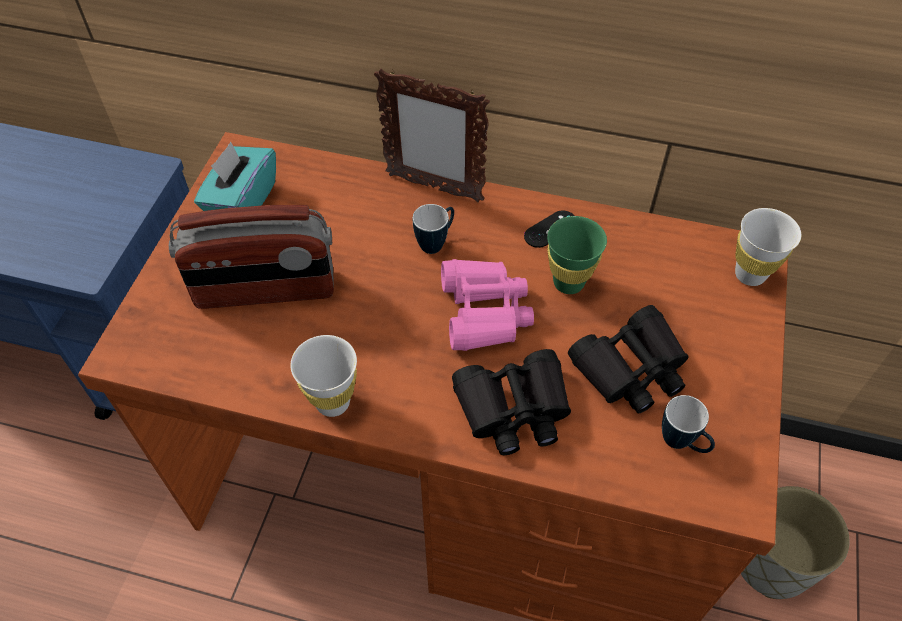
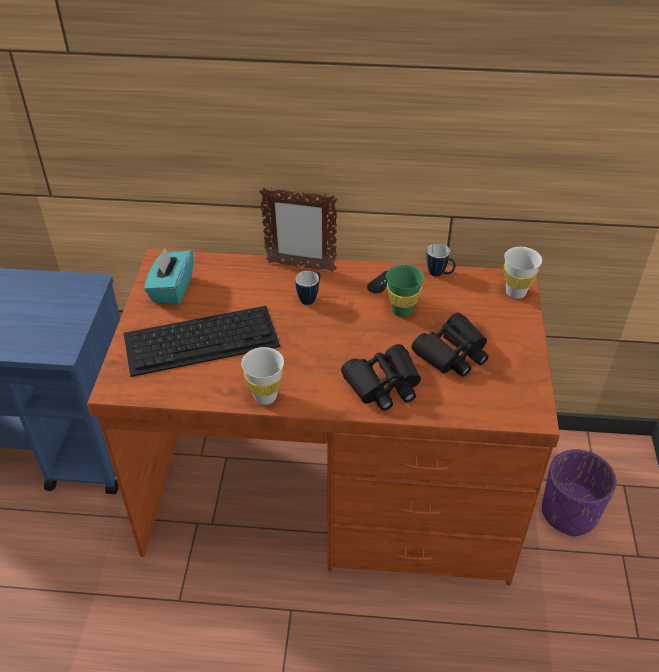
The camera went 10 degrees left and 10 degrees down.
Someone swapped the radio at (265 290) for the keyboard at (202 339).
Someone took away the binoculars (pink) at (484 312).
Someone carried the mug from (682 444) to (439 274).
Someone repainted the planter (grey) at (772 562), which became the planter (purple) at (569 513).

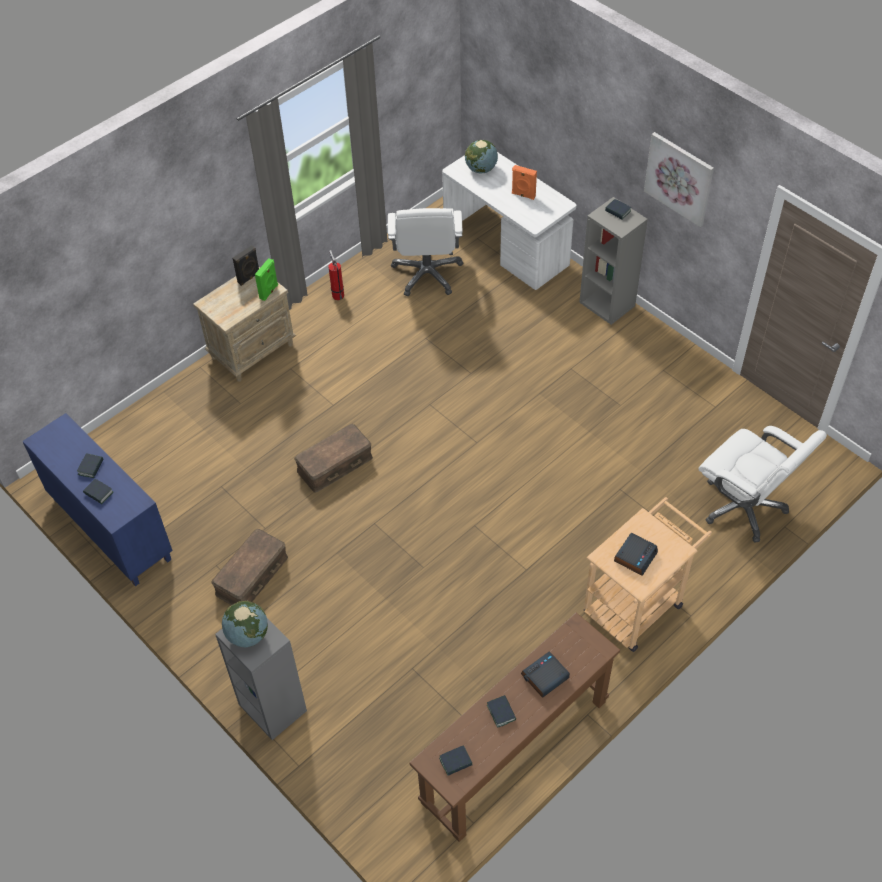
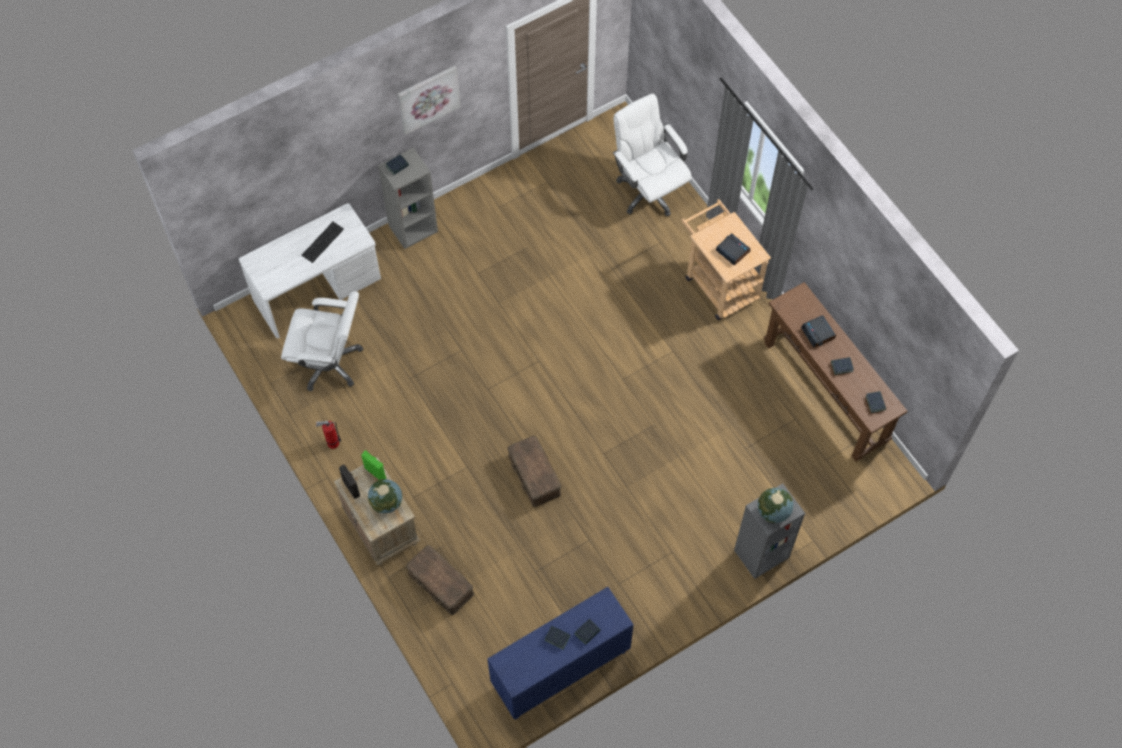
The camera went 80 degrees left and 10 degrees up.
Someone carried the storage box (brown) from (252 576) to (441 583).
Someone carried the globe from (481 169) to (386 503).
Someone swapped the speaker (orange) at (523 195) for the keyboard at (322 241).
Someone rotated the office chair (white) at (744 507) by 90 degrees counterclockwise.

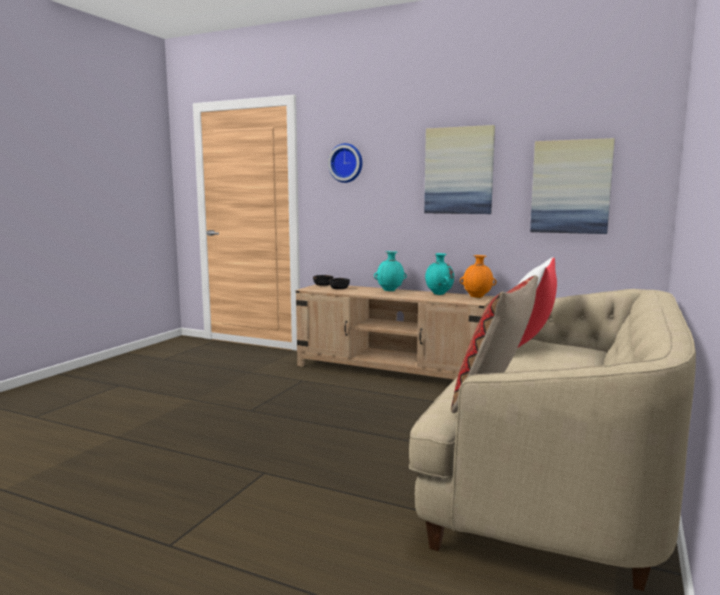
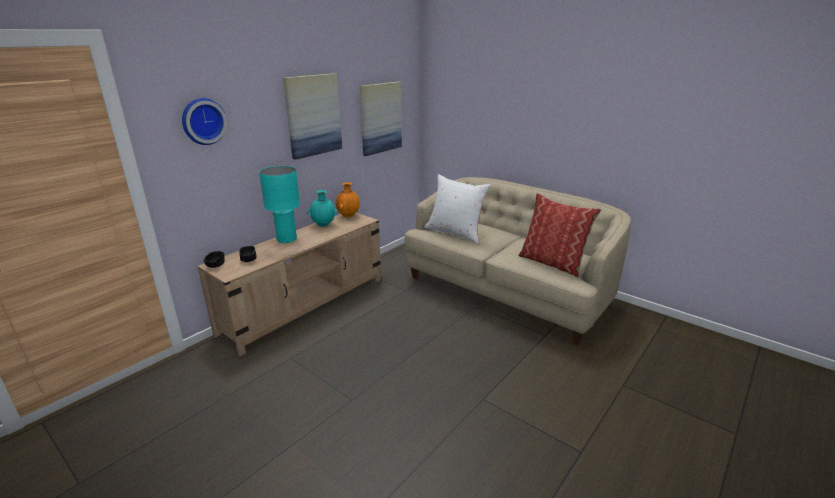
The camera went 75 degrees left and 15 degrees up.
Someone swapped the vase (turquoise) at (390 290) for the table lamp (turquoise) at (286 239).

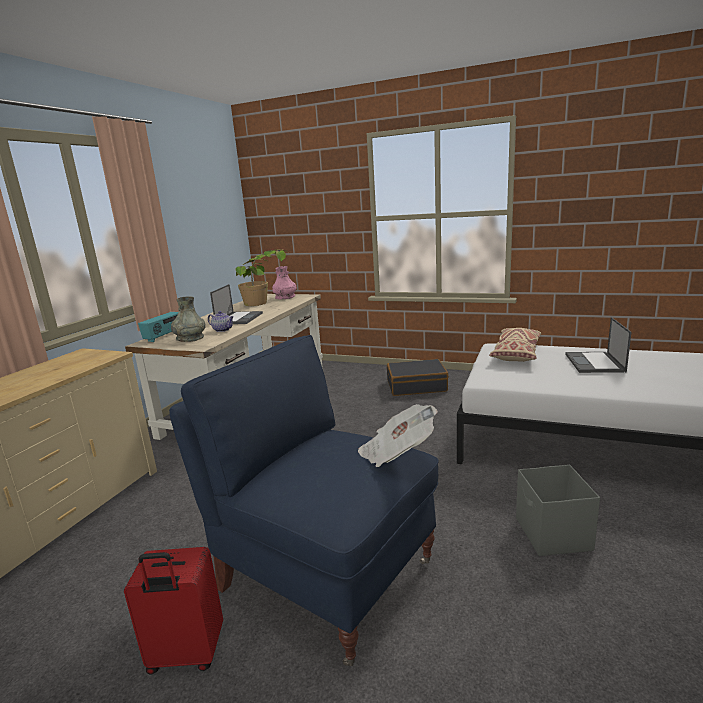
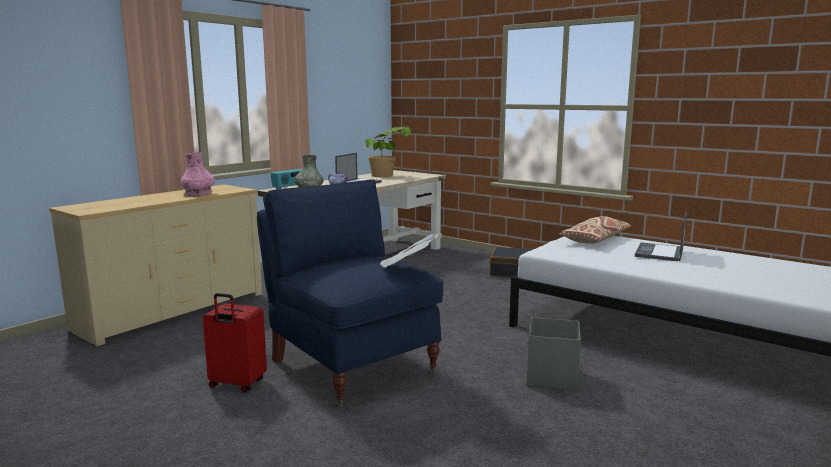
The camera went 15 degrees right and 5 degrees down.
Someone carried the vase (pink) from (285 297) to (198 193).

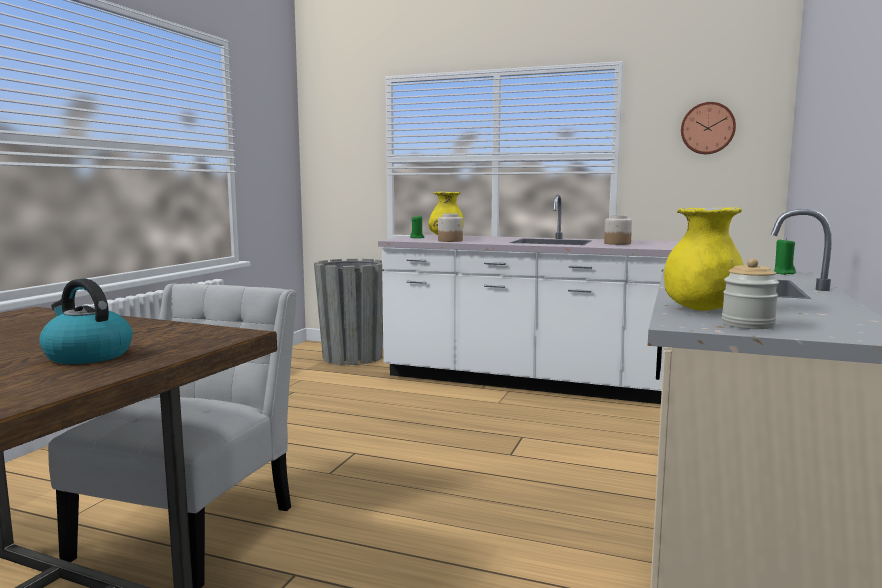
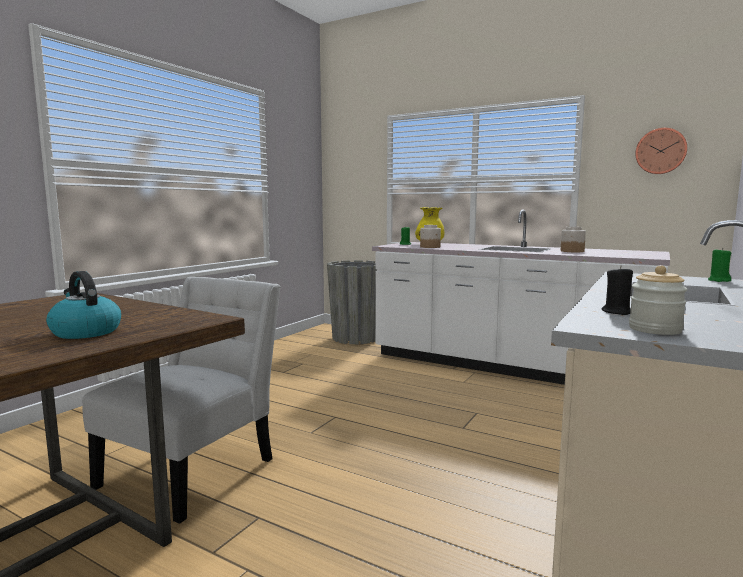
The camera went 10 degrees right and 0 degrees up.
Someone swapped the vase (yellow) at (702 309) for the candle (black) at (617 312).

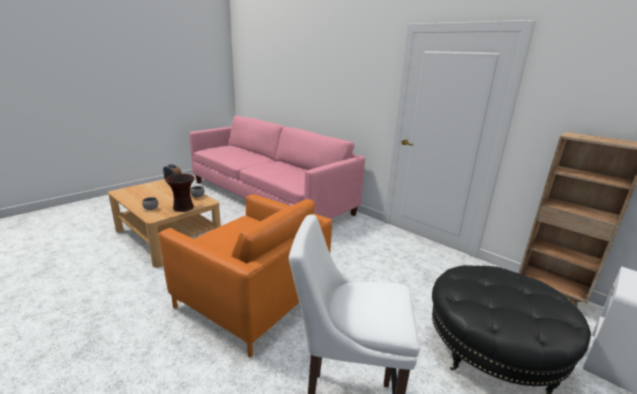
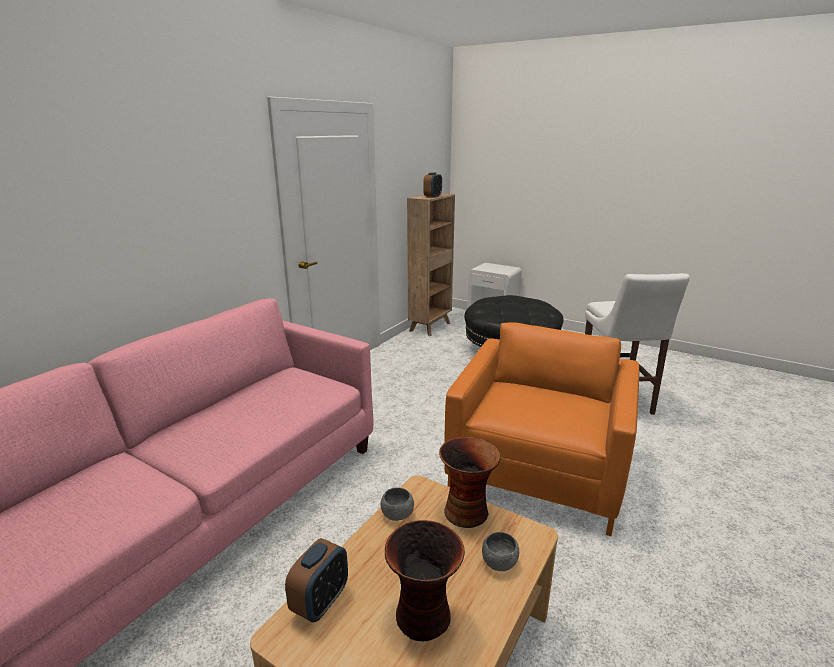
The camera went 100 degrees left and 0 degrees up.
Someone put down the vase at (424 617).
Someone put down the alarm clock at (432 196).

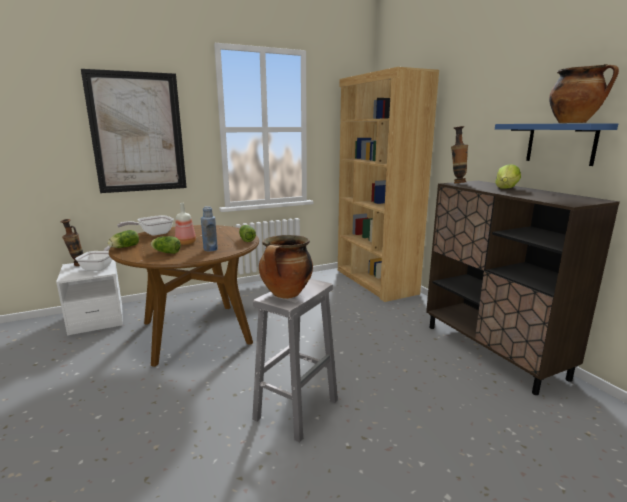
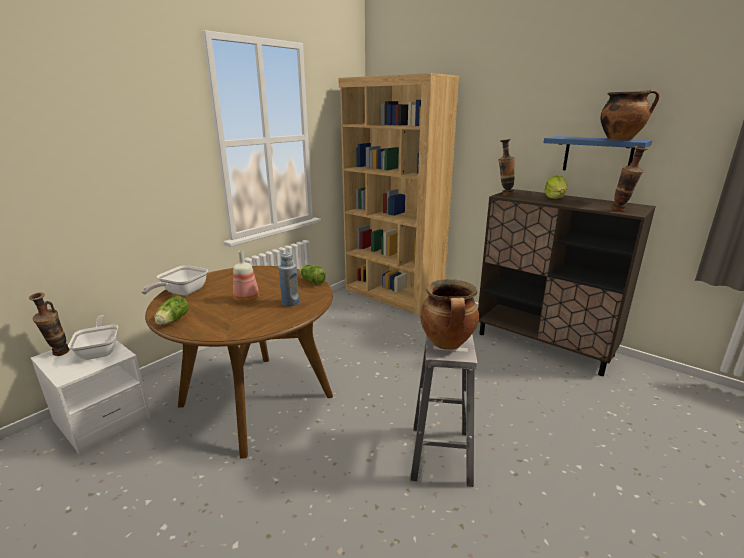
The camera went 25 degrees left and 5 degrees up.
Someone took away the picture at (138 133).
Someone took away the lettuce at (165 252).
Someone put down the vase at (621 211).

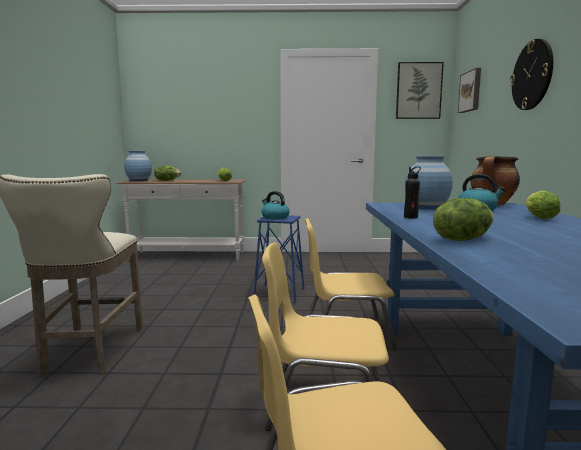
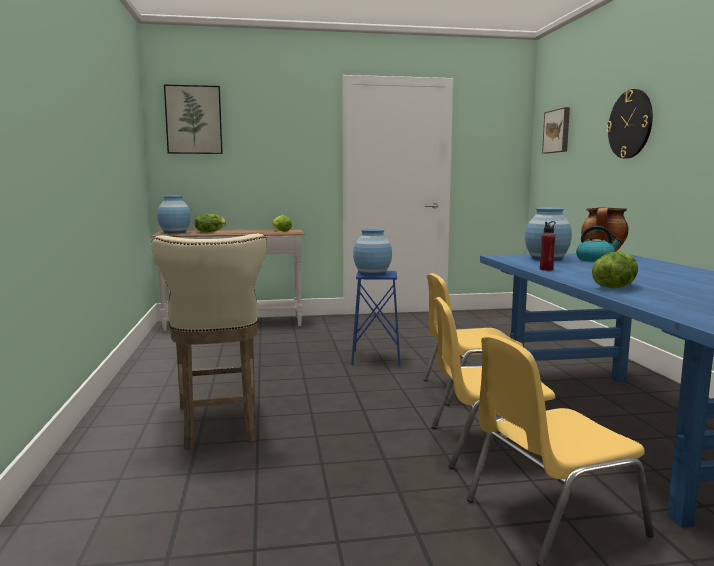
The camera went 10 degrees left and 0 degrees up.
Someone swapped the kettle at (275 217) for the vase (blue) at (372 273).
Someone carried the picture from (418 91) to (194 120).
Someone repainted the bottle (black) at (411 217), which became the bottle (red) at (546 269).
Someone took away the lettuce at (538 217).

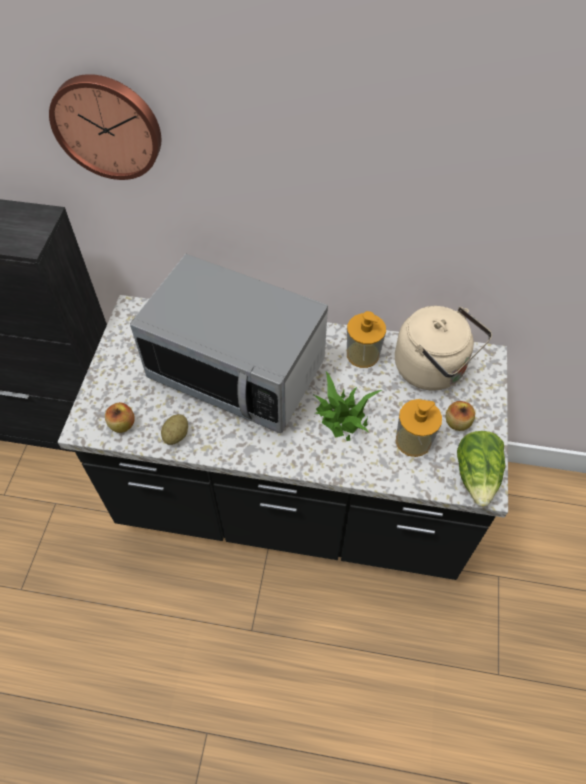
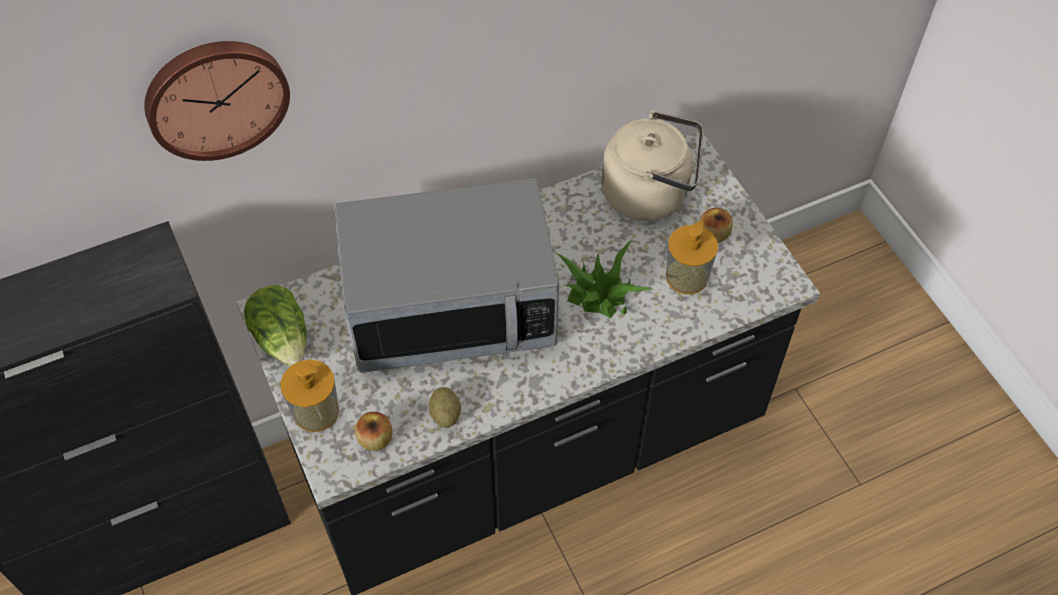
The camera went 35 degrees left and 0 degrees up.
Someone carried the soap dispenser from (362 354) to (316 411).
Someone carried the lettuce from (477 475) to (283 339).

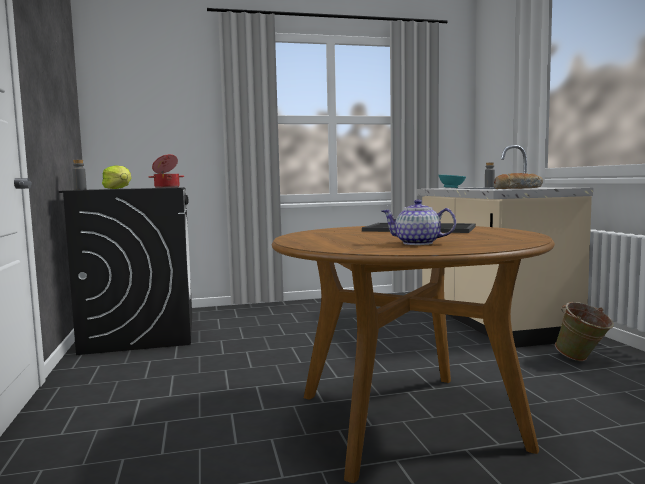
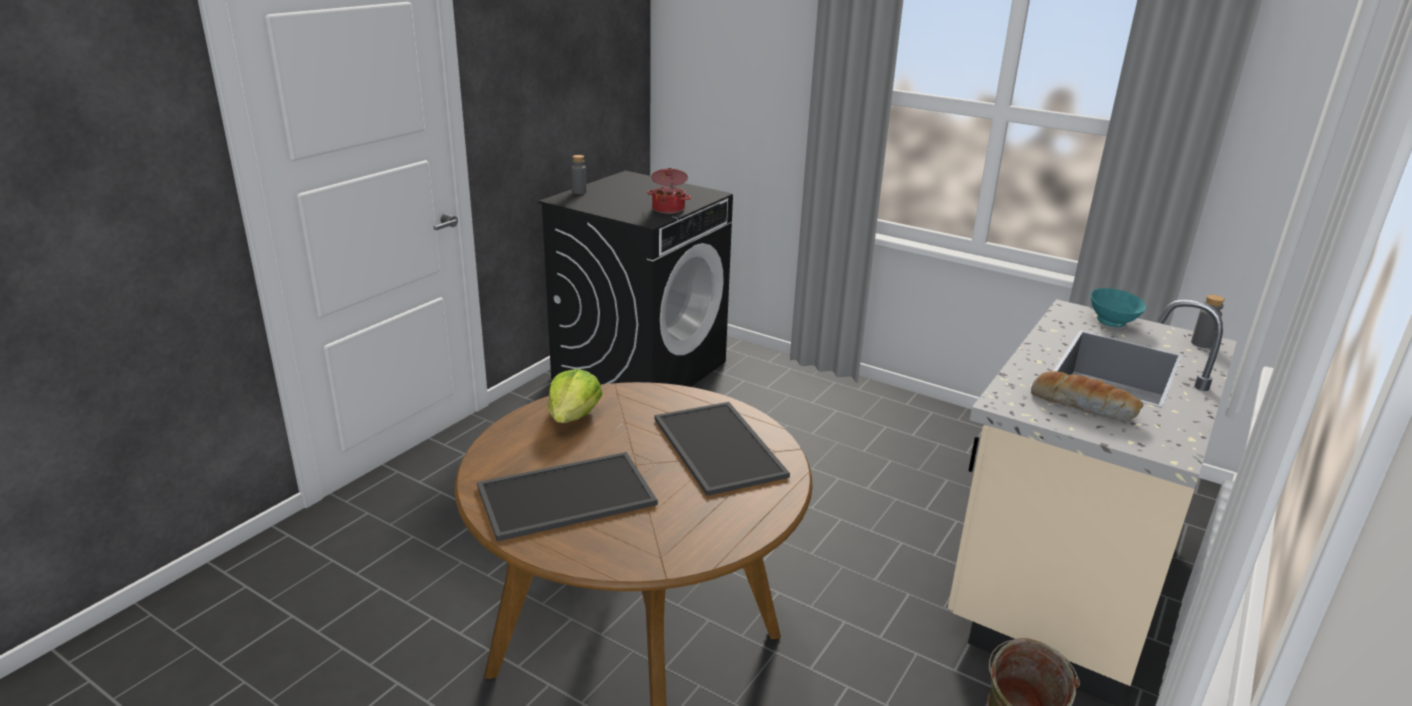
The camera went 45 degrees right and 20 degrees up.
Someone carried the lettuce from (119 188) to (573 416).
Someone swapped the teapot at (418 243) for the tray at (565 497).

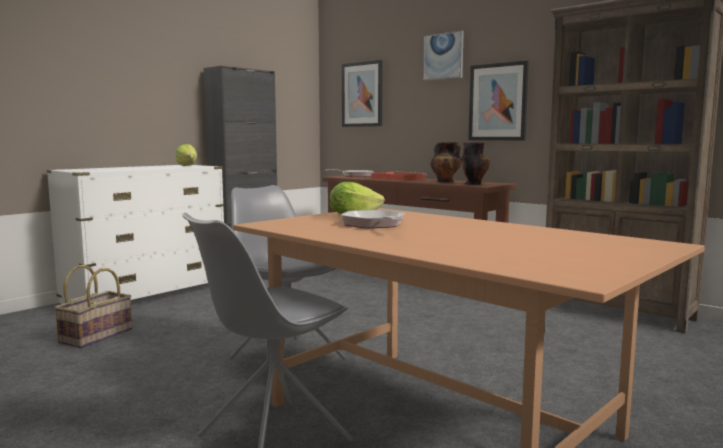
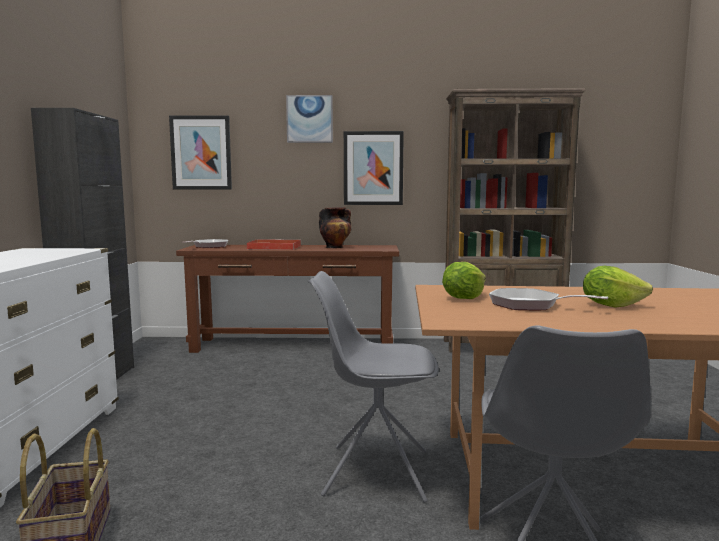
The camera went 40 degrees left and 0 degrees up.
Someone carried the lettuce from (187 165) to (611 305).
Someone took away the vase at (472 184).

